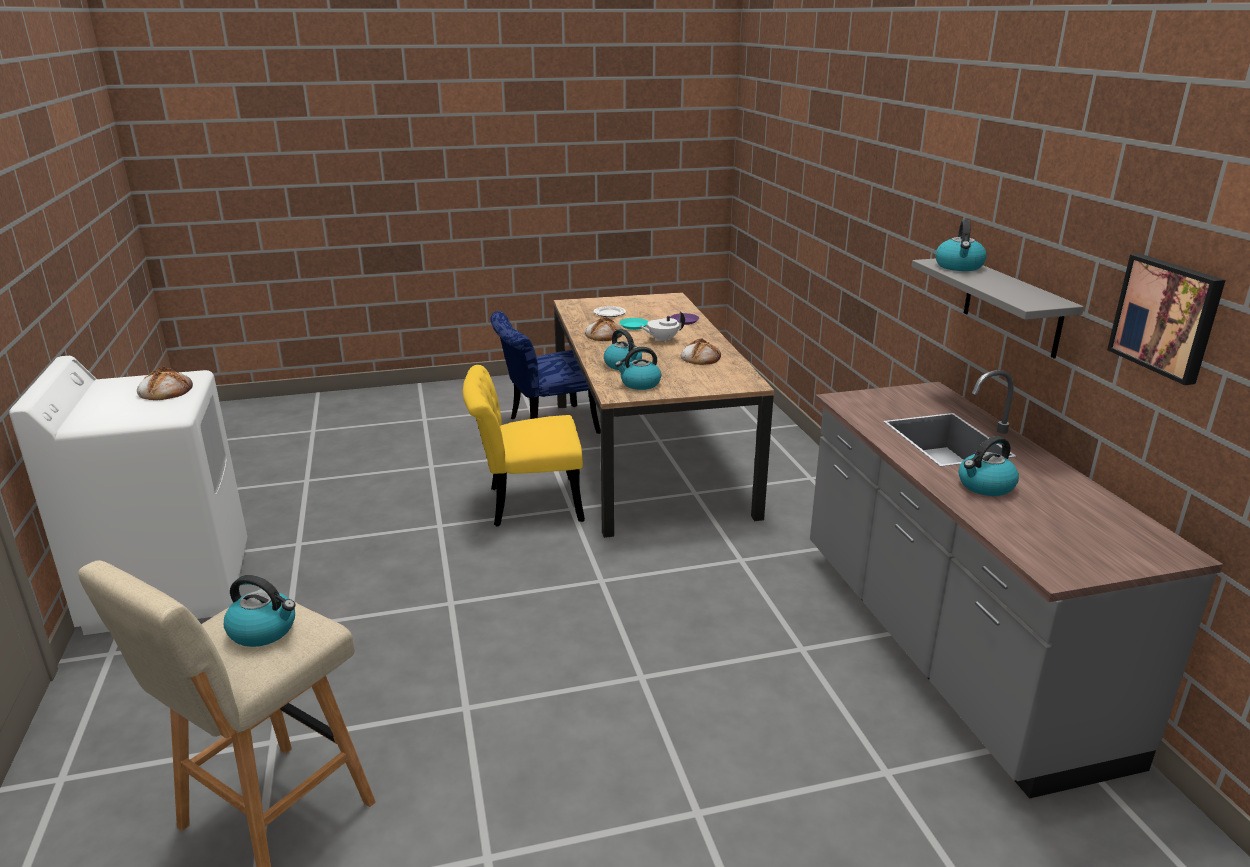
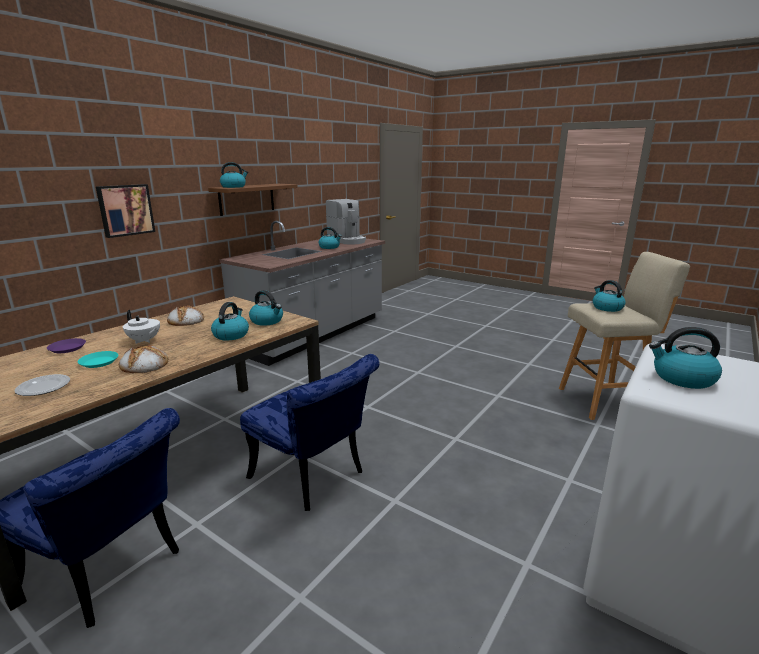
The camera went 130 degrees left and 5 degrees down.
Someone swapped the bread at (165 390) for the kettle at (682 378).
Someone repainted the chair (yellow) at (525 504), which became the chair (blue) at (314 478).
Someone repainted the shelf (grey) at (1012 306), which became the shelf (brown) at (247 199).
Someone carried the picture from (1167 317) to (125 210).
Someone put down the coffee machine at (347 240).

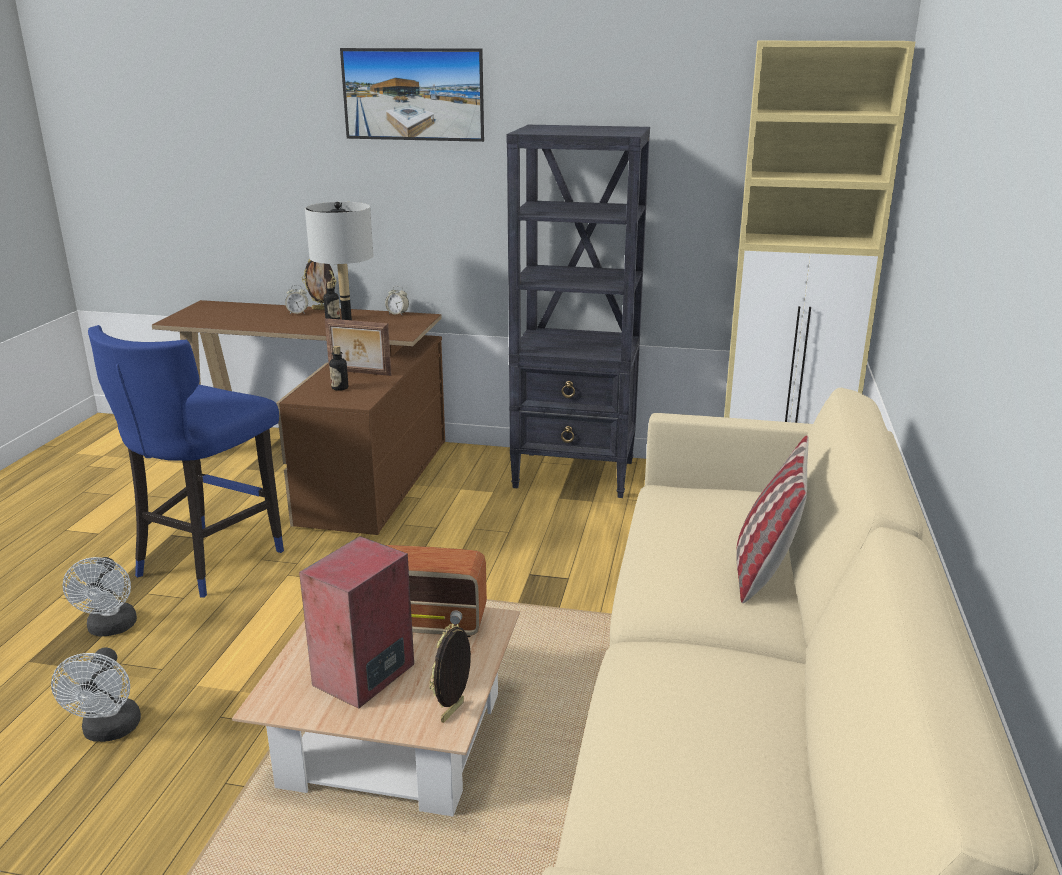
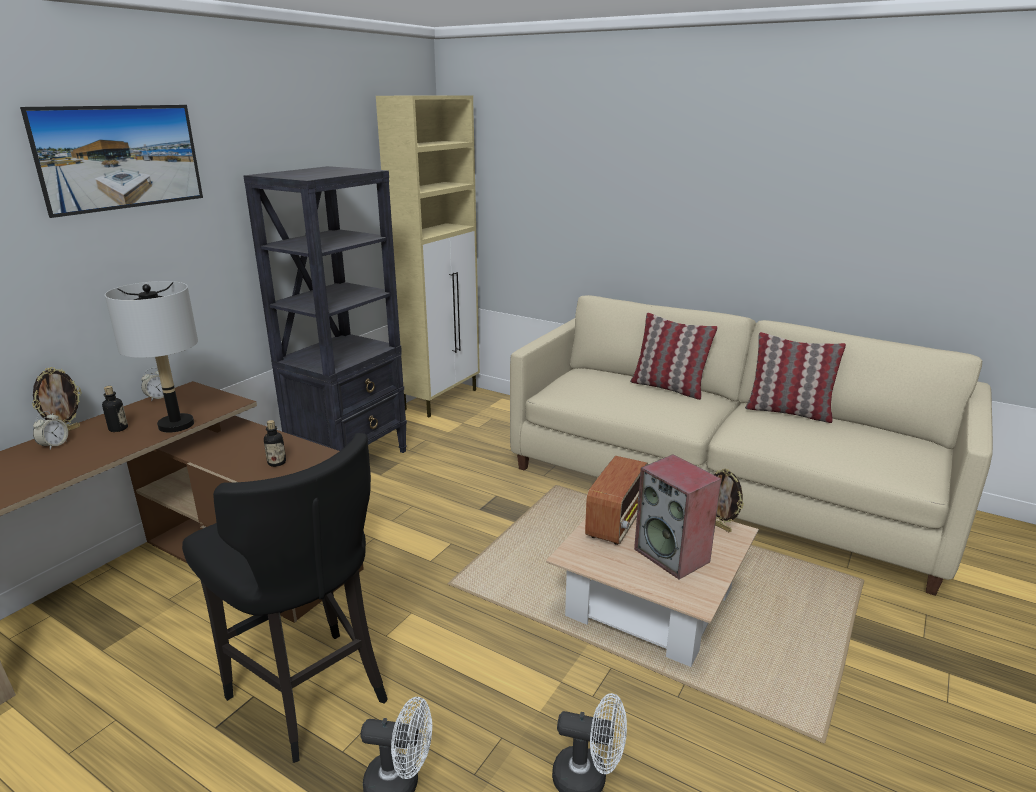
The camera went 70 degrees left and 0 degrees up.
Someone repainted the stool (blue) at (209 560), which became the stool (black) at (309 693).
Someone took away the picture frame at (359 373).
Someone put down the pillow at (788 412).

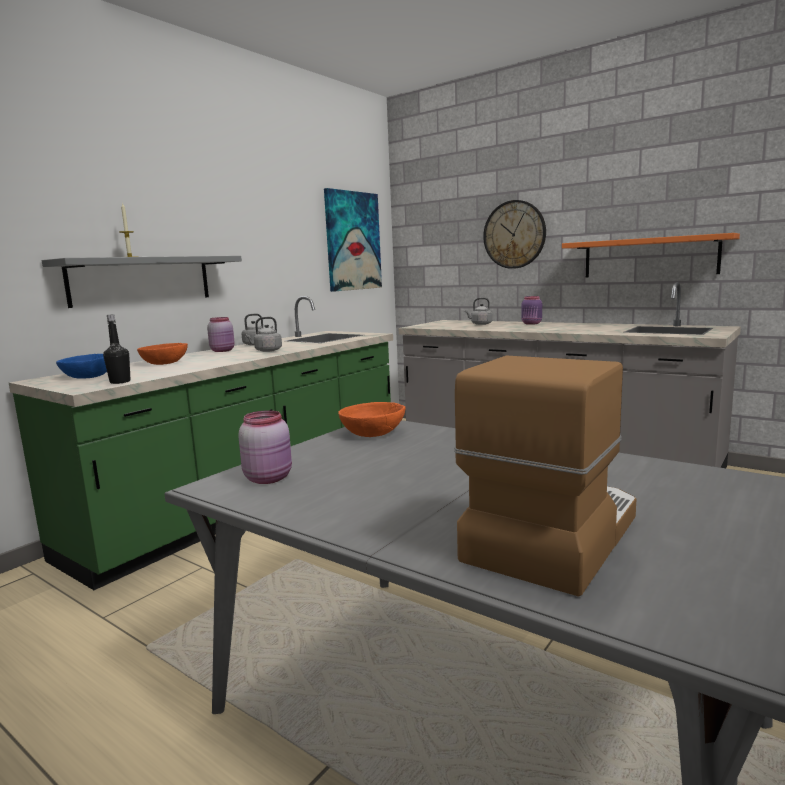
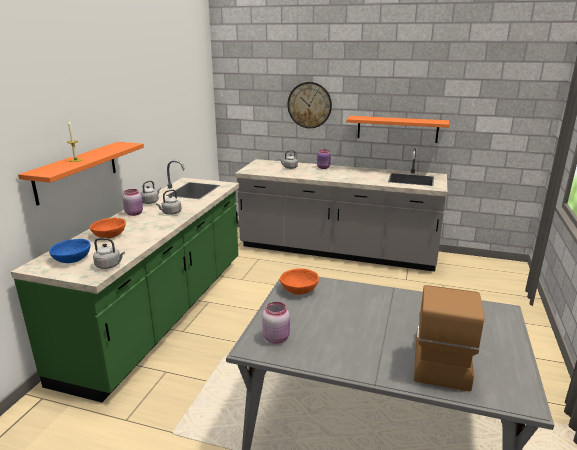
The camera went 20 degrees left and 10 degrees up.
Someone repainted the shelf (grey) at (142 280), which became the shelf (orange) at (77 171).
Someone swapped the bottle (black) at (120 382) for the kettle (grey) at (109 265).
Someone took away the picture at (353 241).

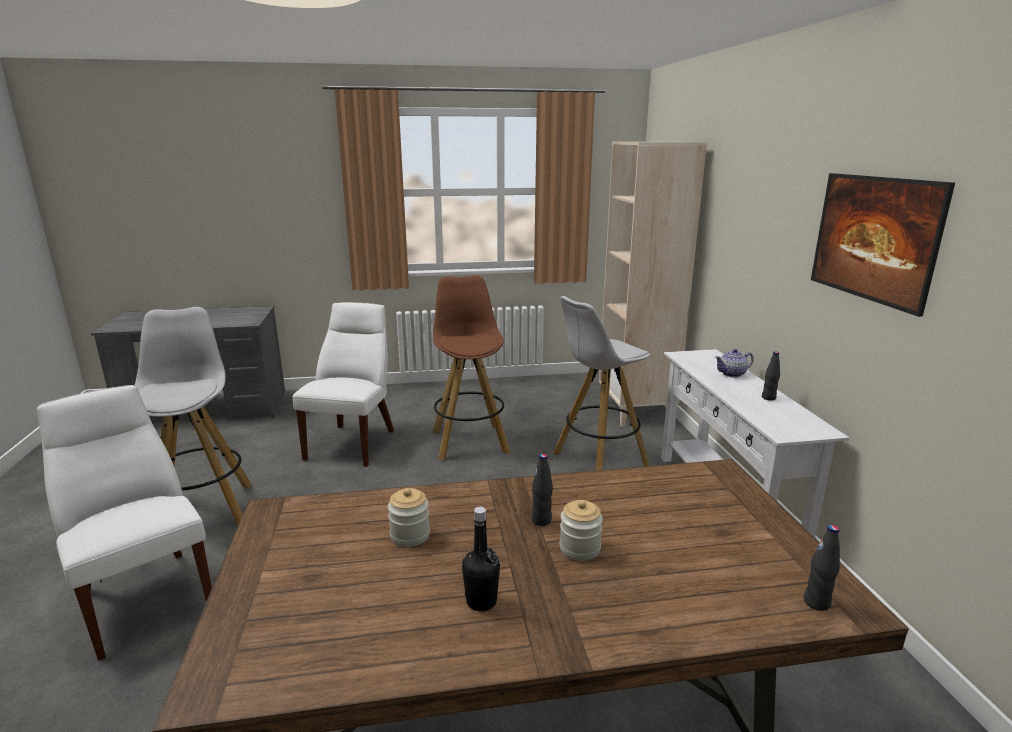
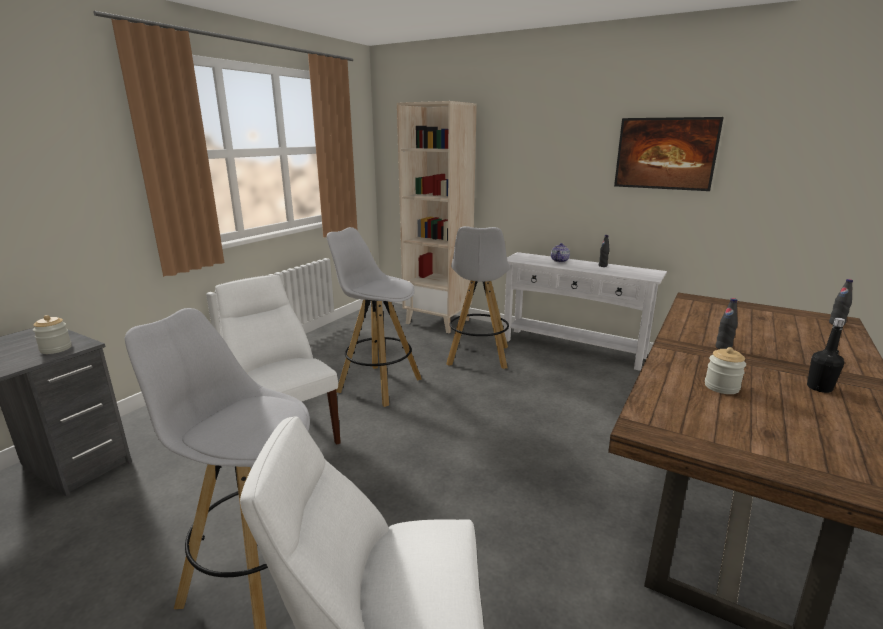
The camera went 50 degrees left and 0 degrees up.
Someone repainted the stool (brown) at (469 441), which became the stool (white) at (378 385).
Someone carried the jar from (579 549) to (56 349).

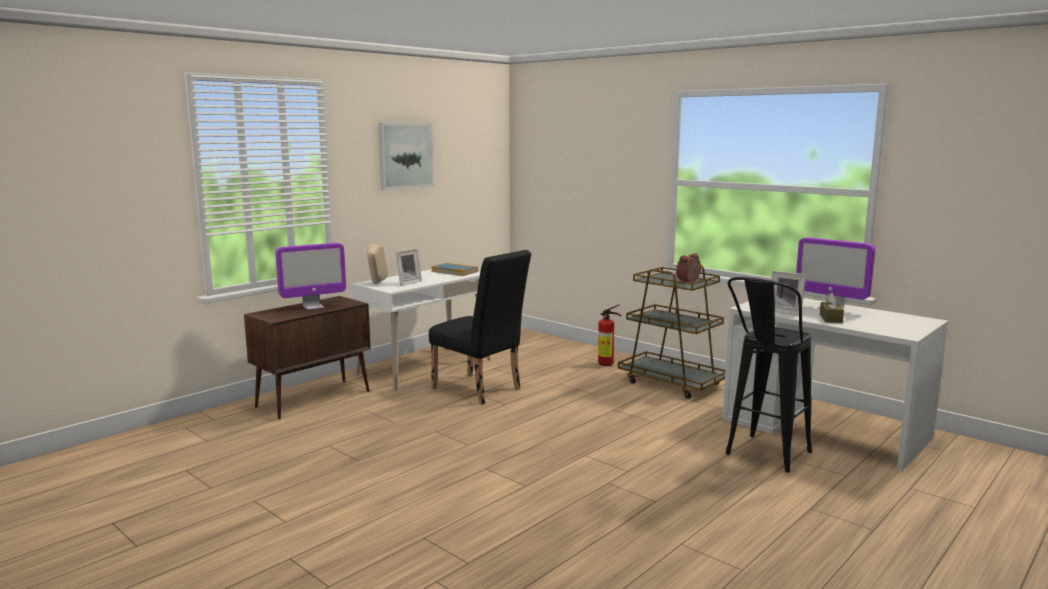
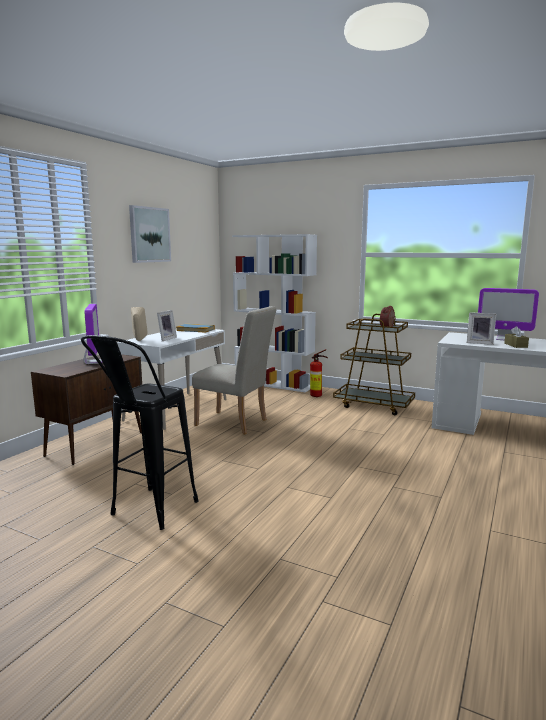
The camera went 15 degrees left and 0 degrees up.
Someone rotated the monitor at (313 307) by 60 degrees counterclockwise.
Someone repainted the chair (black) at (480 390), which became the chair (beige) at (235 423).
Someone carried the stool (black) from (763 458) to (146 514).
Someone put down the bookcase (white) at (274 384).

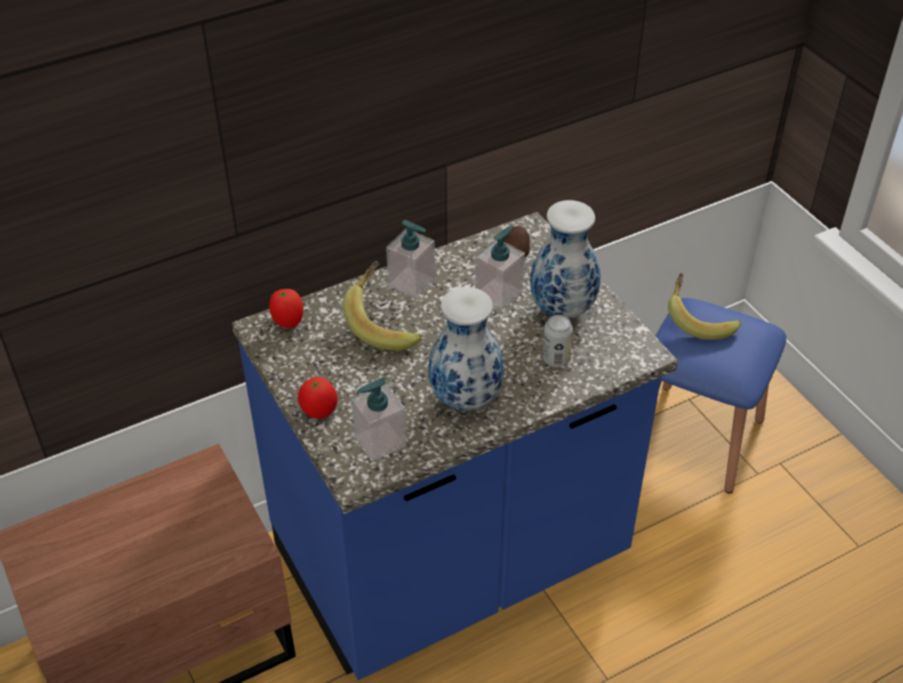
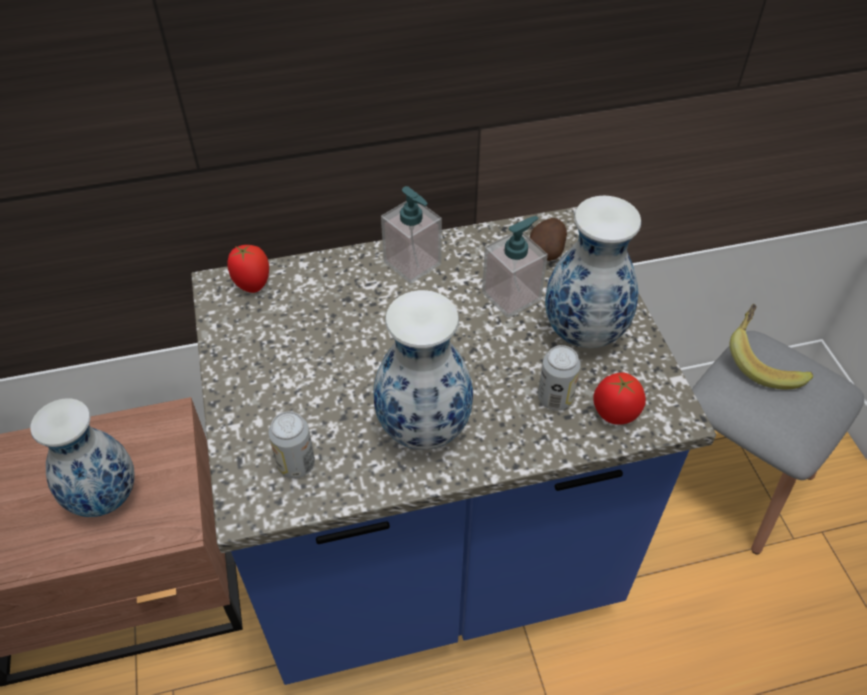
The camera went 15 degrees right and 5 degrees up.
Someone carried the tomato from (319 412) to (614 414).
Someone took away the banana at (385 322).
Someone swapped the soap dispenser at (379 441) for the can at (296 464).
Someone repainted the stool (blue) at (696 436), which became the stool (grey) at (733 479).
Someone put down the vase at (104 498).

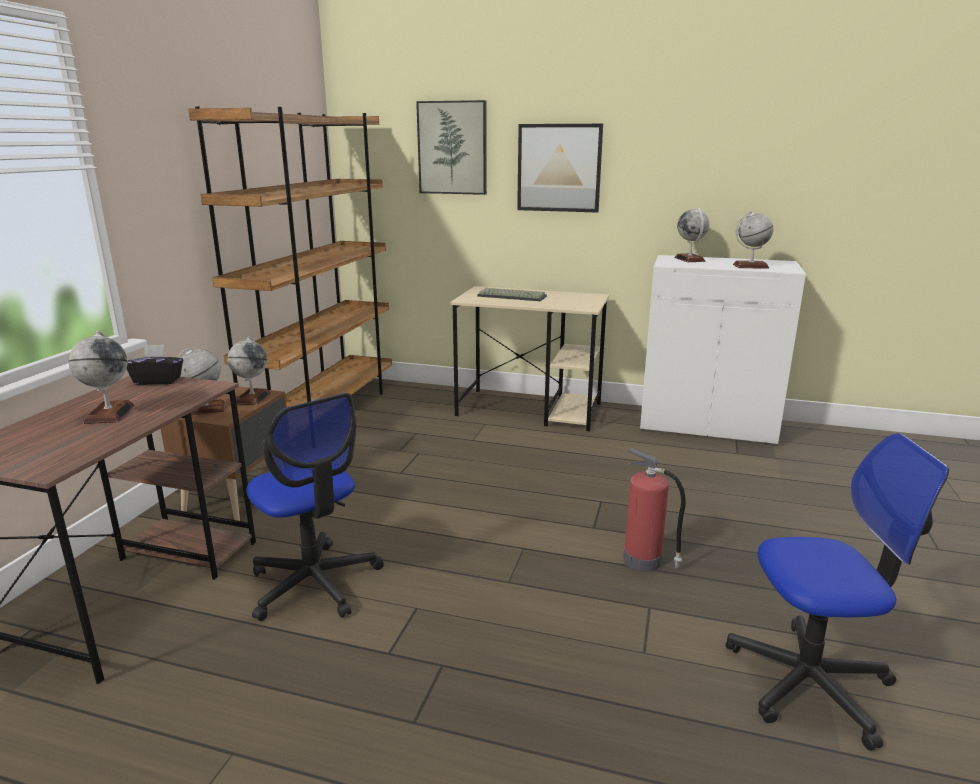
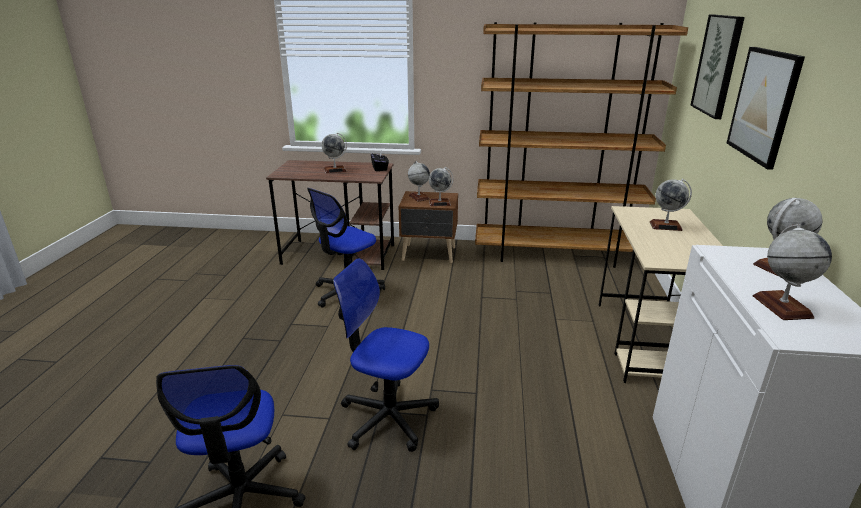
The camera went 80 degrees right and 5 degrees up.
Someone swapped the keyboard at (513 296) for the globe at (665 226).
Someone swapped the fire extinguisher at (644 561) for the office chair at (388 417).

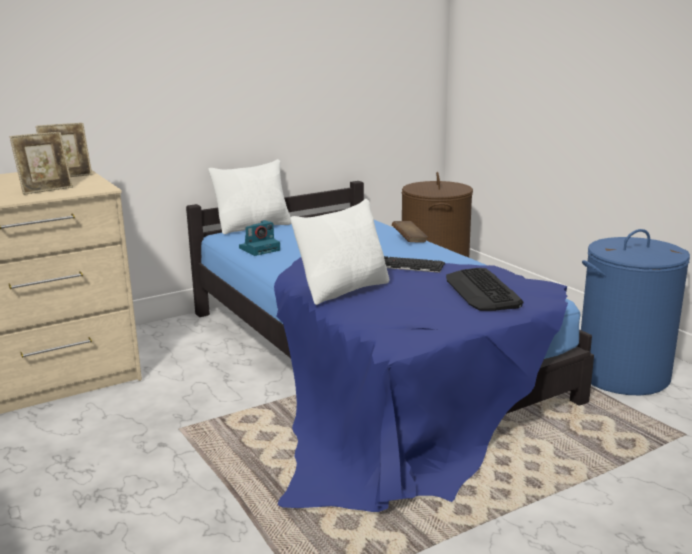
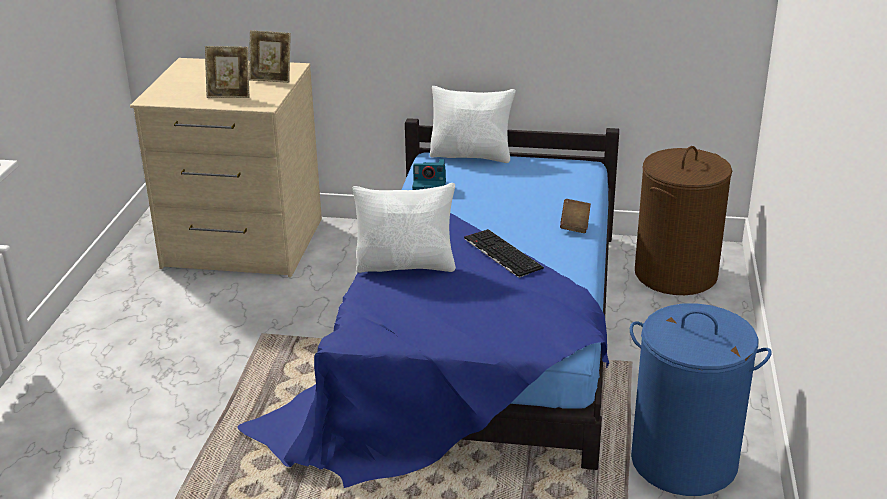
The camera went 40 degrees right and 10 degrees up.
Someone took away the keyboard at (482 291).

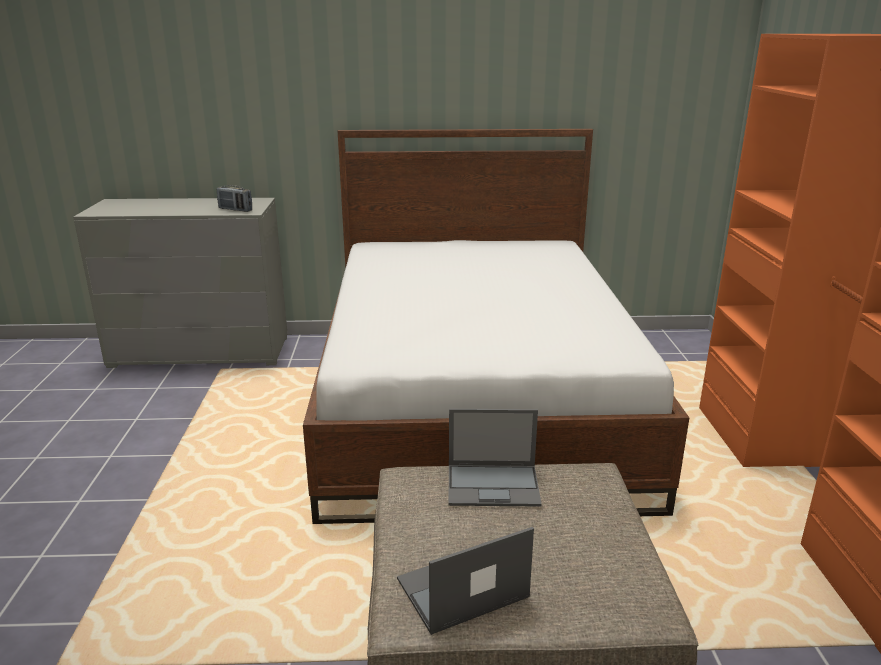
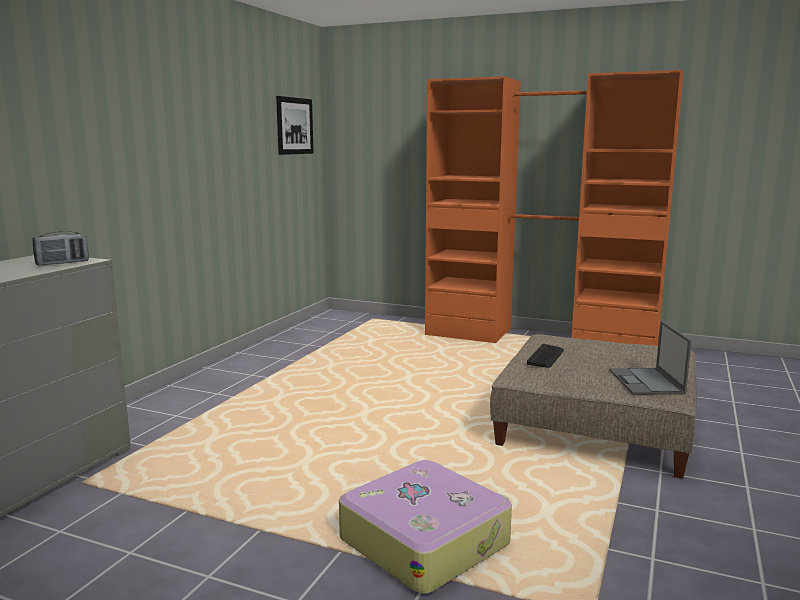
The camera went 65 degrees left and 10 degrees down.
Someone took away the bed at (475 404).
Someone swapped the laptop at (494 485) for the keyboard at (546 357).
Someone put up the picture at (294 126).
Someone put down the suitcase at (425 540).

